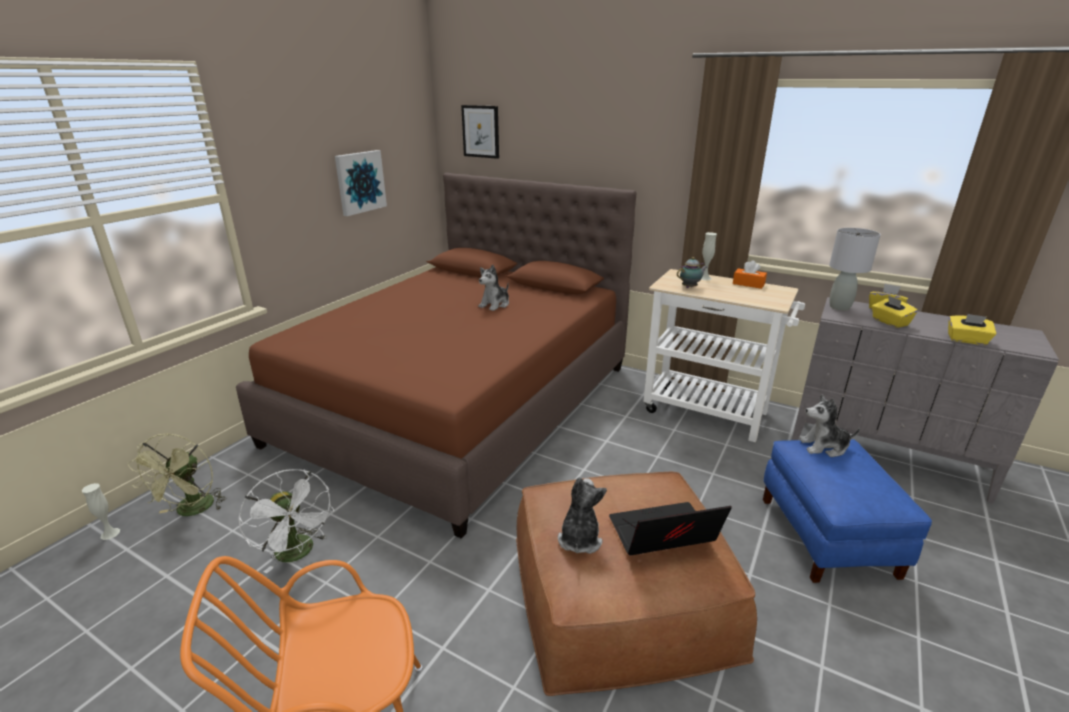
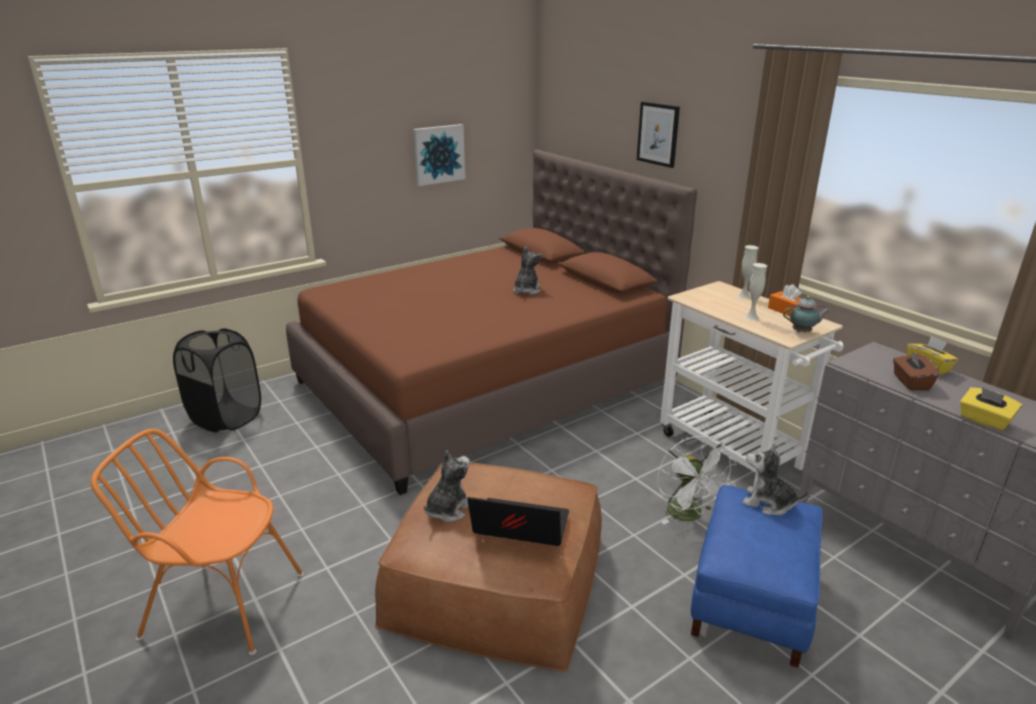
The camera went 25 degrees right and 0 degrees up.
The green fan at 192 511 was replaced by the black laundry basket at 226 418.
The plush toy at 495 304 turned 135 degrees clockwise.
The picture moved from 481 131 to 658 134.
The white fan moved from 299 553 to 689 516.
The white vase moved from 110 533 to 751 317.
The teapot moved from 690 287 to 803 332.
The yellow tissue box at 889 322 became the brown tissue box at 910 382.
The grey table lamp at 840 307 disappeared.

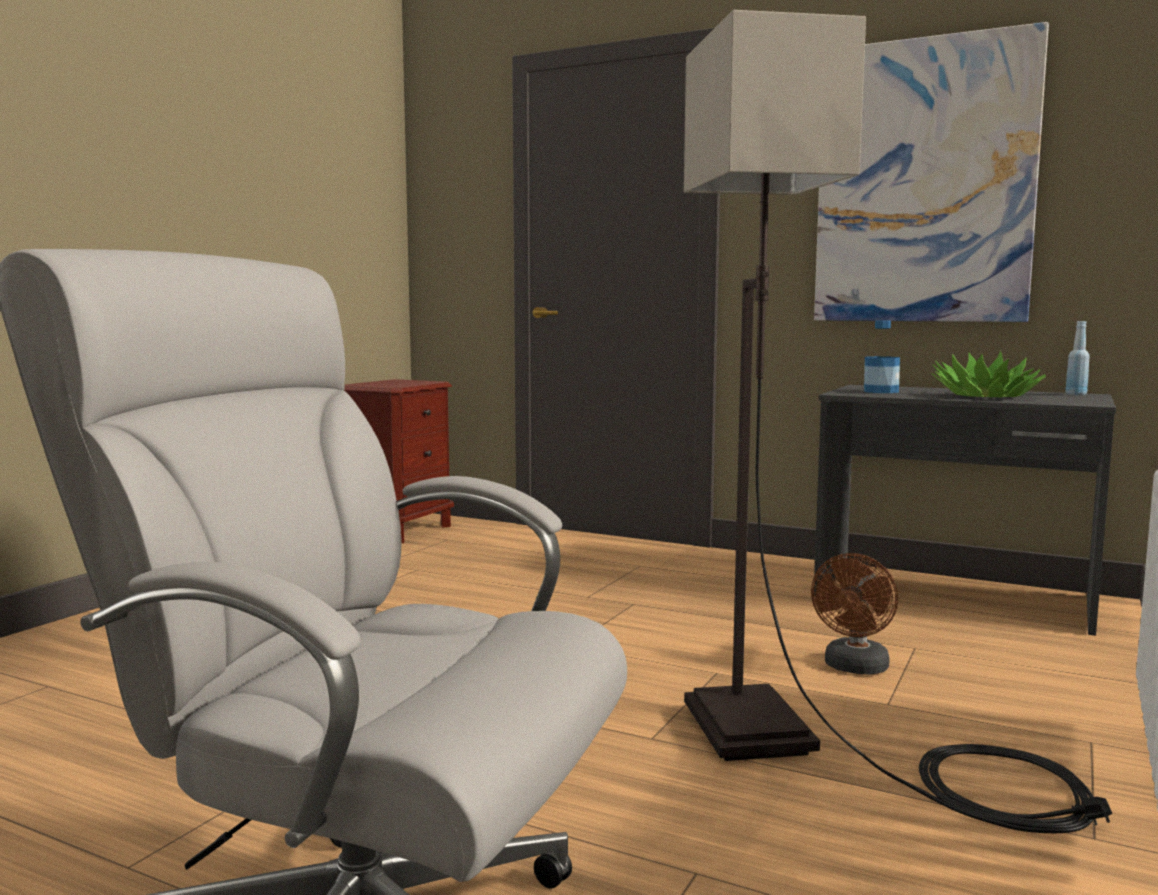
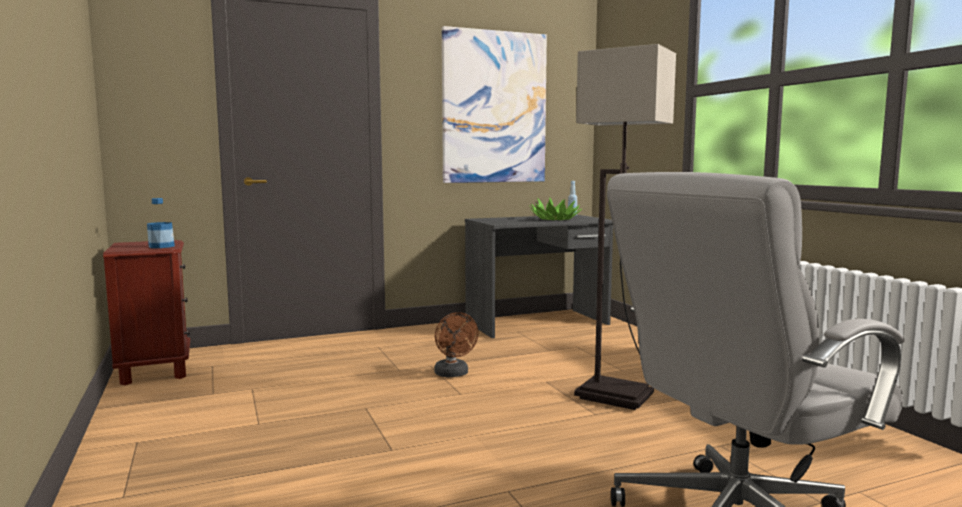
The camera went 50 degrees left and 0 degrees up.
The bottle moved from 881 391 to 161 246.
The brown fan moved from 854 668 to 453 374.

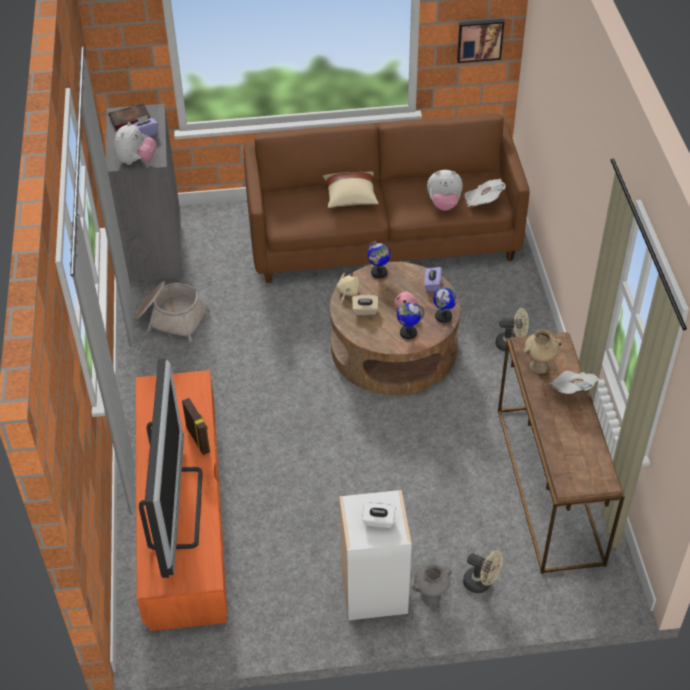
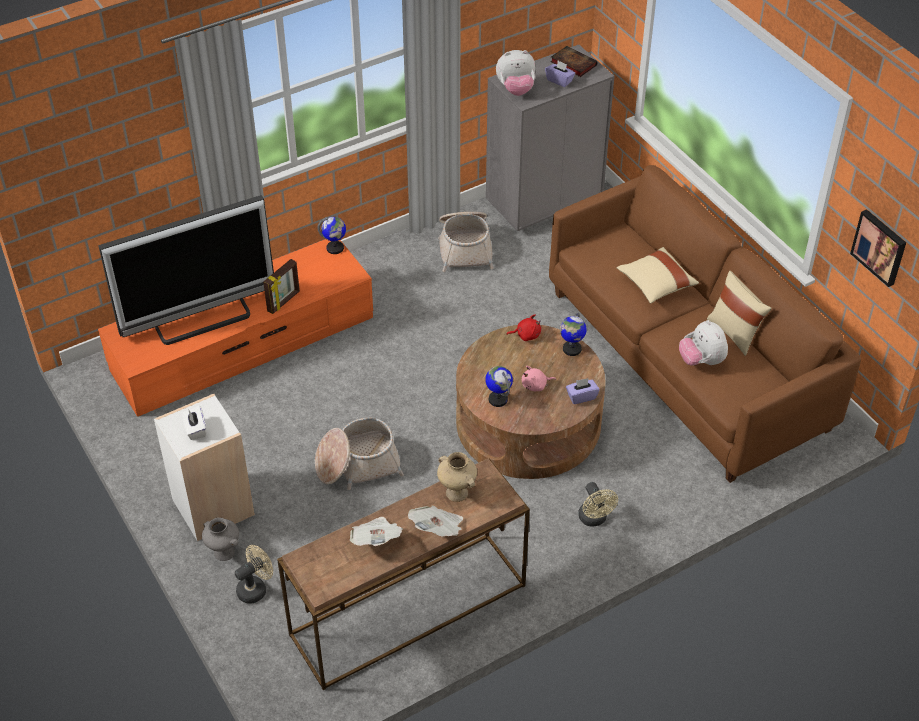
The camera went 65 degrees right and 0 degrees up.
The beige fan at 481 583 turned 135 degrees counterclockwise.
The basket at 357 464 appeared.
The globe moved from 443 316 to 335 248.
The newspaper moved from 482 201 to 376 540.
The beige plush toy at 347 292 became the red plush toy at 526 335.
The beige pillow at 734 333 appeared.
The beige tissue box at 365 311 disappeared.

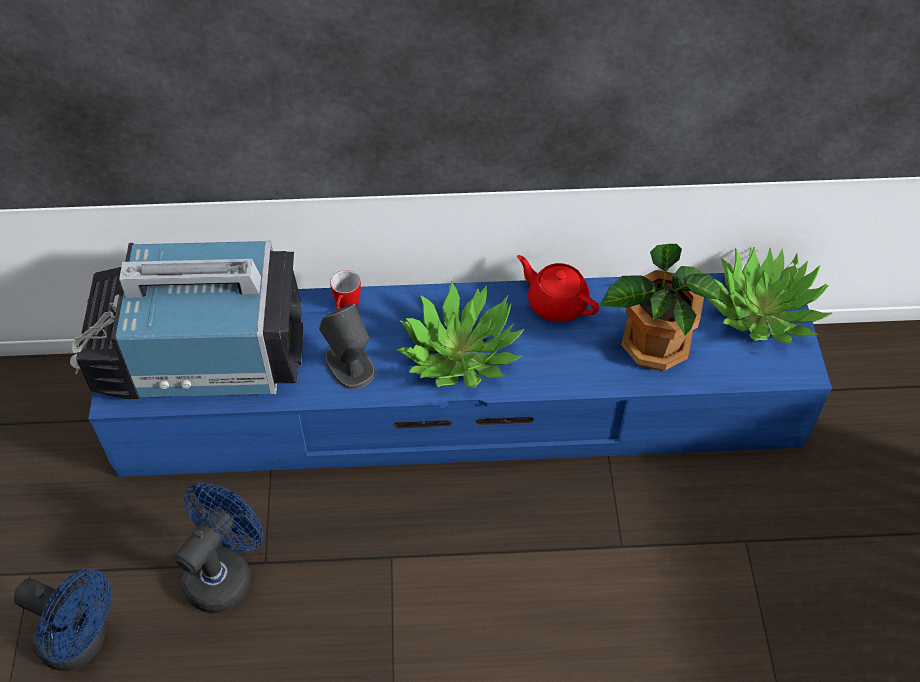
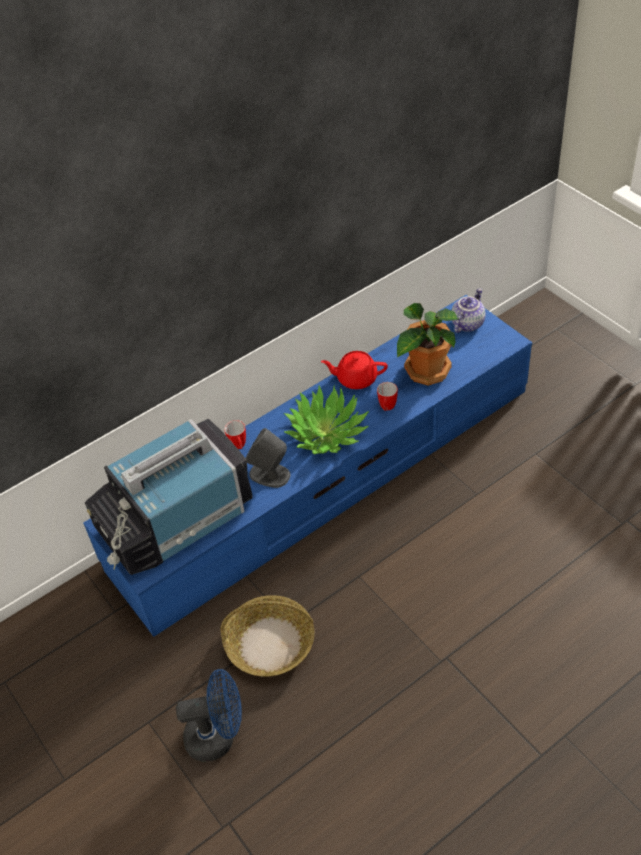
The camera went 30 degrees left and 5 degrees down.
The blue fan at 224 572 was replaced by the basket at 270 644.
The mug at 387 408 appeared.
The potted plant at 763 311 was replaced by the teapot at 467 323.

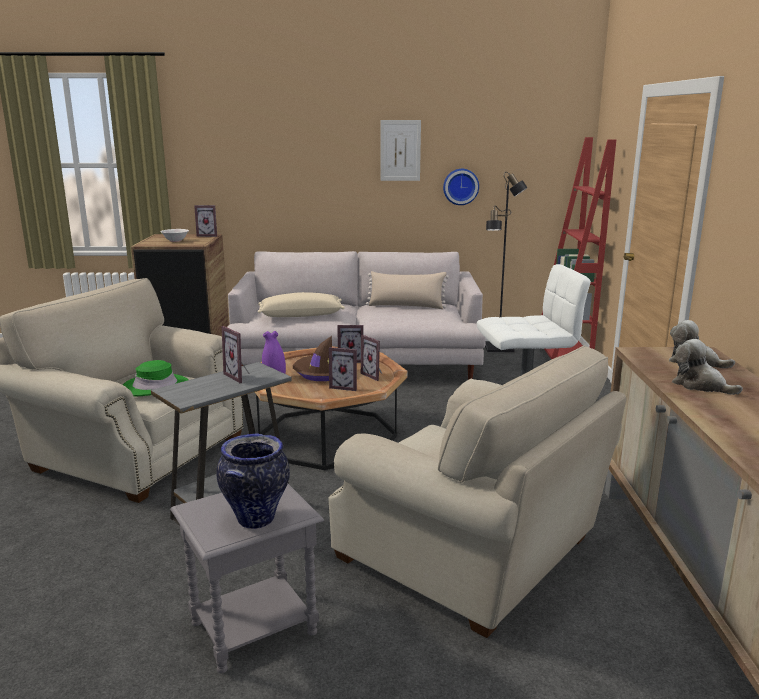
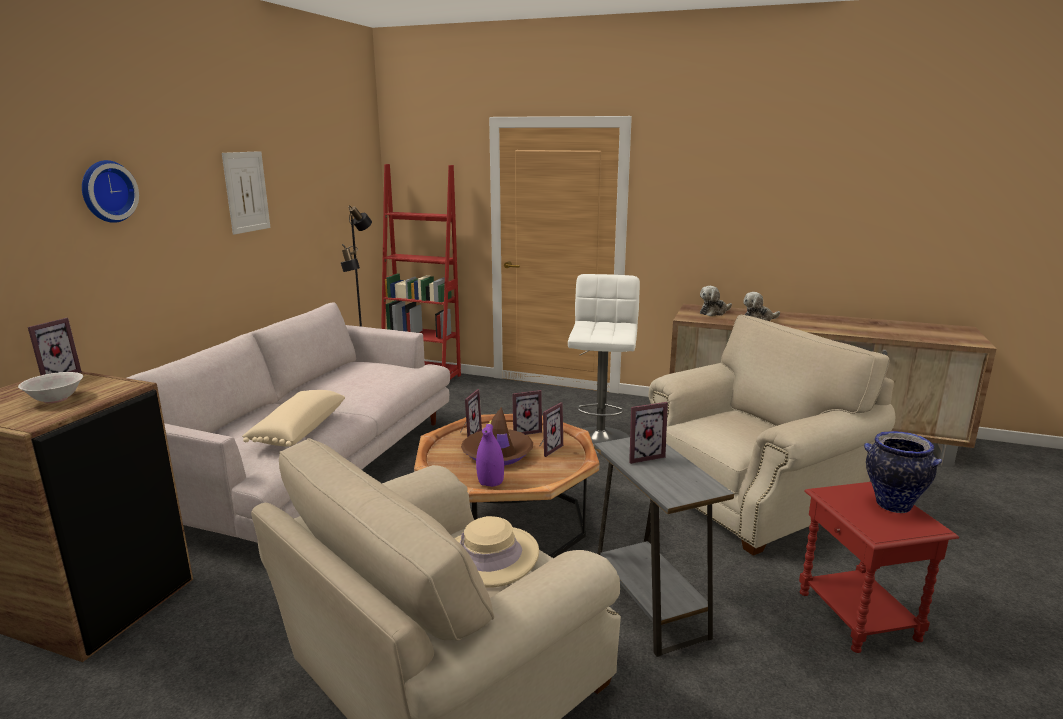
The camera went 70 degrees left and 0 degrees up.
The wall clock moved from 460 186 to 106 191.
The green hat at 156 387 became the beige hat at 490 557.
The grey side table at 254 628 became the red side table at 859 614.
The beige pillow at 406 306 disappeared.

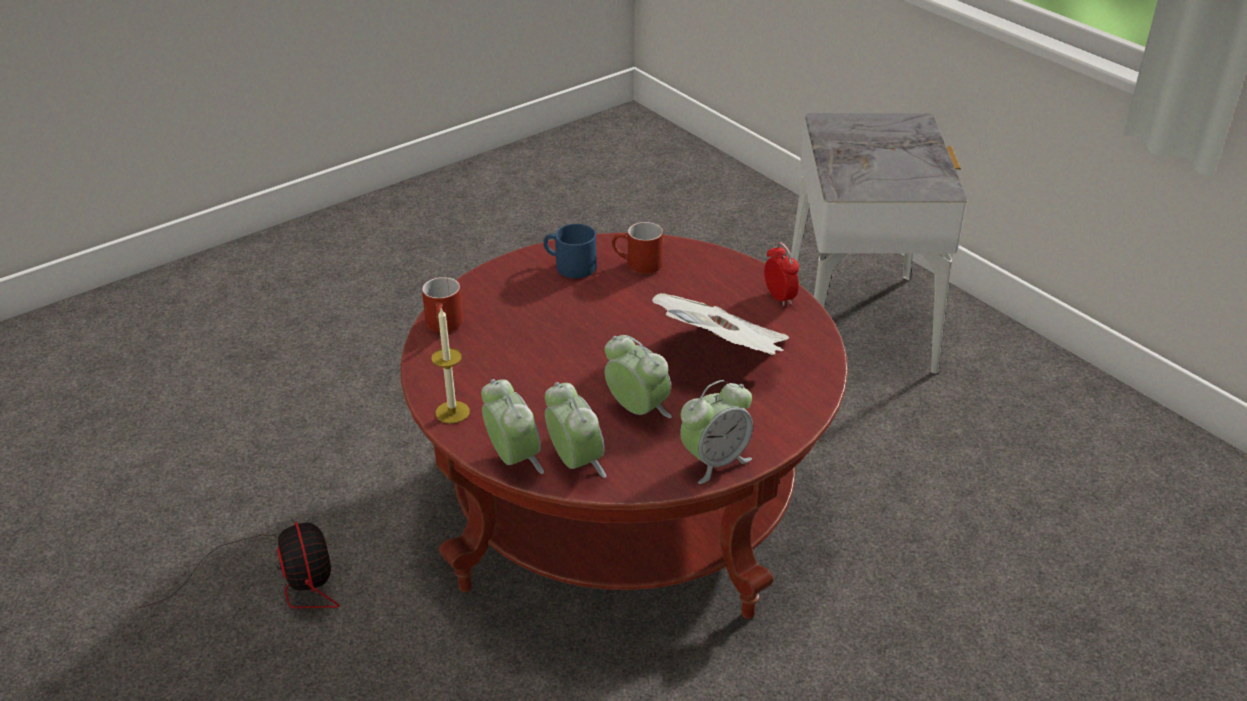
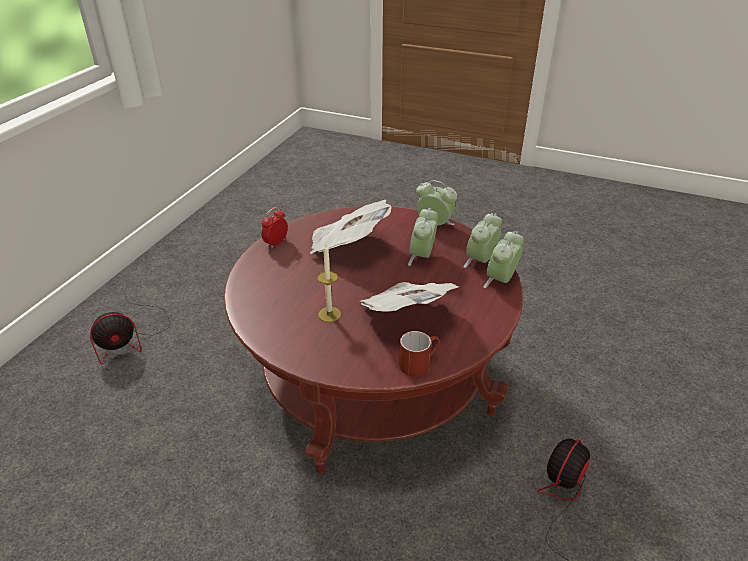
The camera went 120 degrees left and 0 degrees up.
The side table at 860 320 was replaced by the fan at 131 338.
The candle moved from 452 412 to 329 314.
The newspaper at 406 314 appeared.
The blue mug at 569 266 disappeared.
The red mug at 637 265 disappeared.

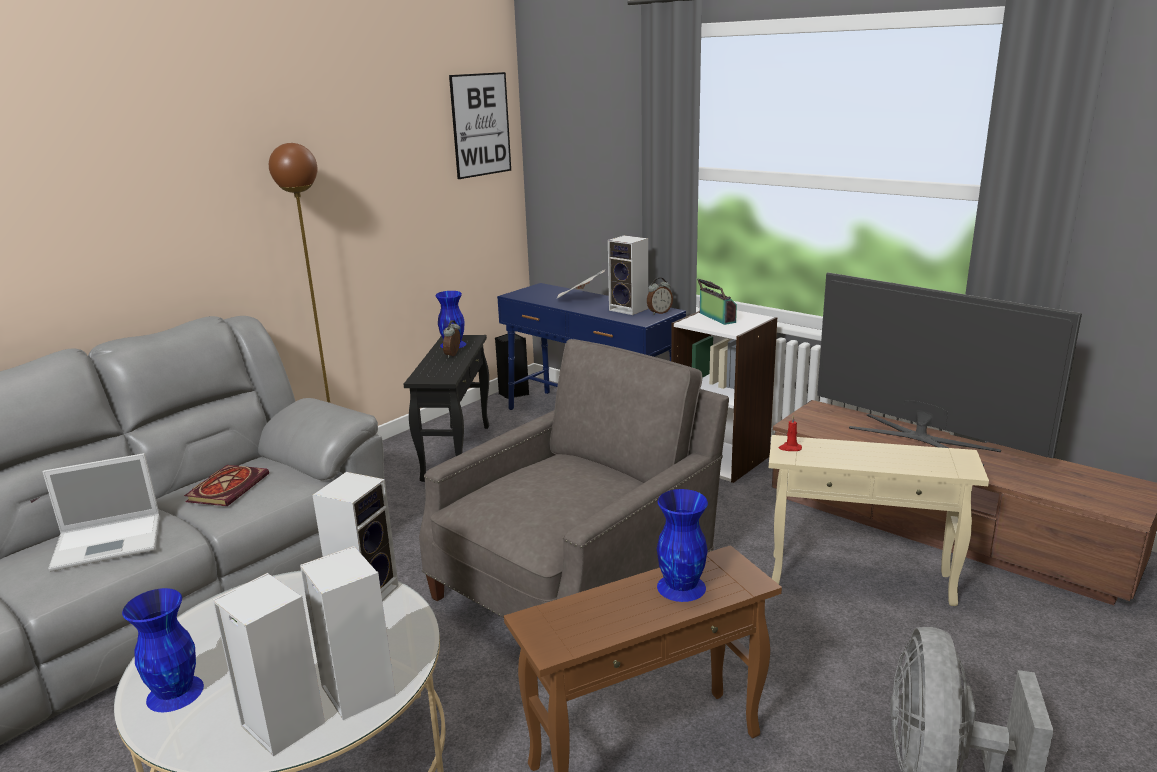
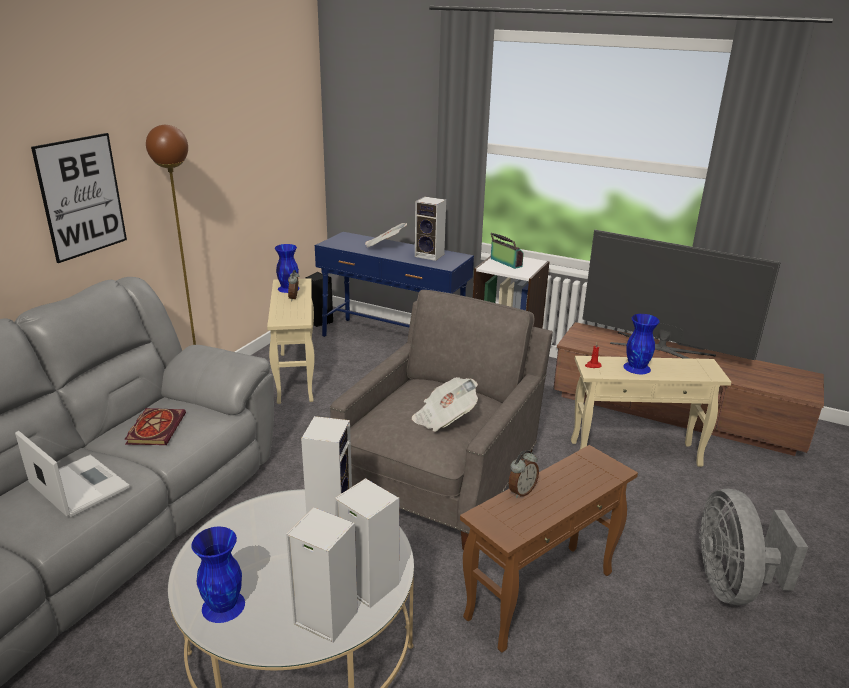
The camera went 15 degrees left and 5 degrees up.
The laptop at 110 541 turned 105 degrees counterclockwise.
The picture moved from 481 125 to 82 197.
The black side table at 456 452 became the beige side table at 296 376.
The newspaper at 444 418 appeared.
The alarm clock moved from 659 313 to 521 491.
The blue vase moved from 682 586 to 637 367.

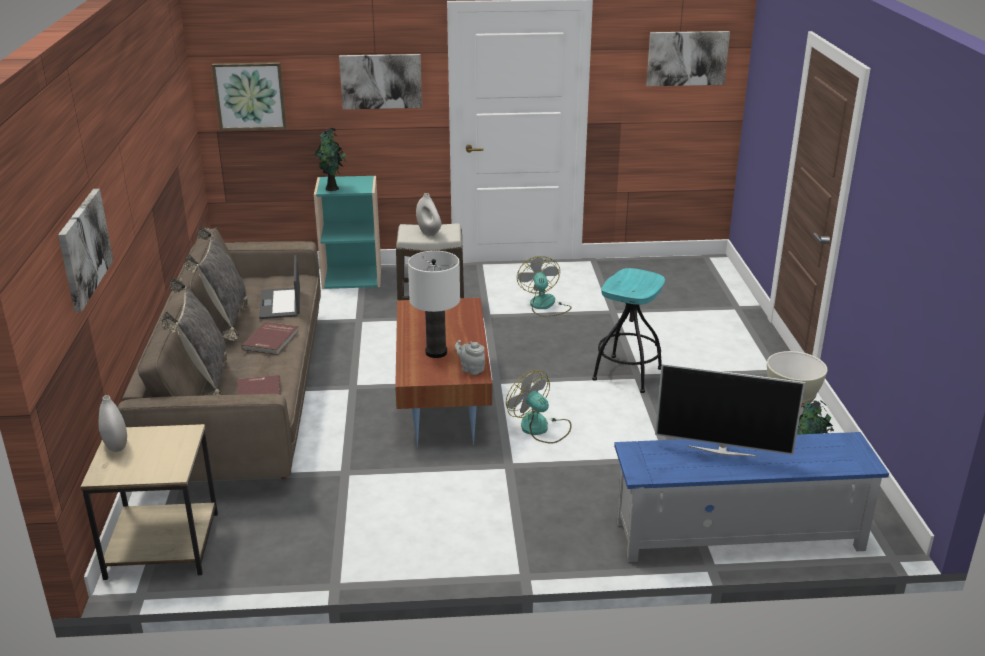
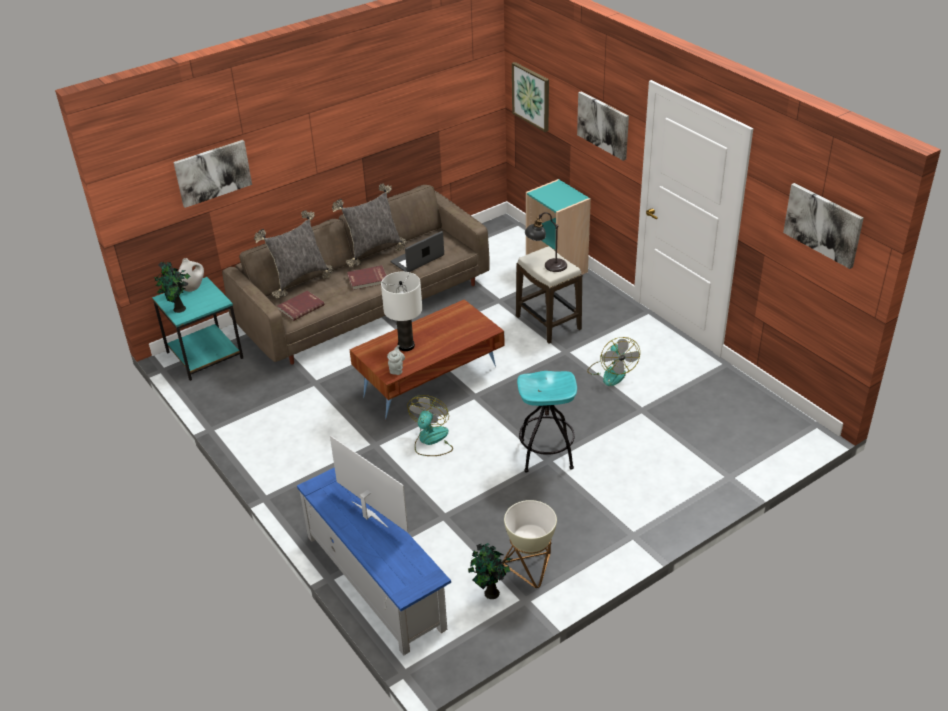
The camera went 60 degrees right and 10 degrees up.
The beige side table at 161 544 became the turquoise side table at 205 354.
The potted plant moved from 333 189 to 179 309.
The television at 722 450 turned 150 degrees clockwise.
The white vase at 429 233 was replaced by the grey table lamp at 546 264.
The fan at 544 306 turned 120 degrees clockwise.

